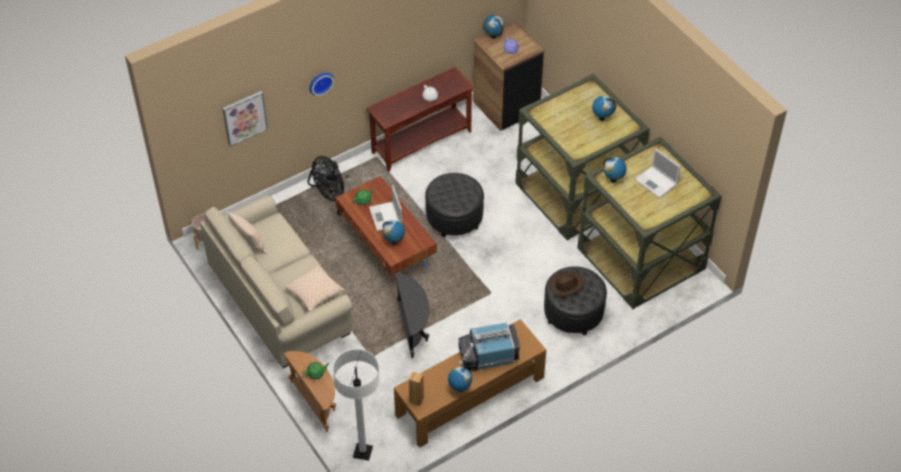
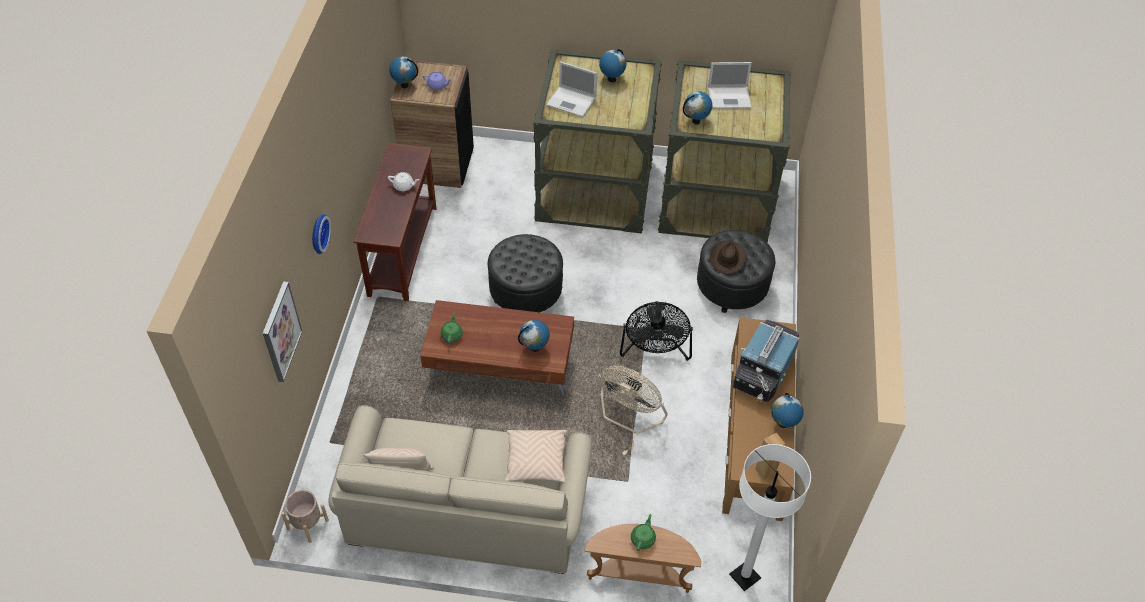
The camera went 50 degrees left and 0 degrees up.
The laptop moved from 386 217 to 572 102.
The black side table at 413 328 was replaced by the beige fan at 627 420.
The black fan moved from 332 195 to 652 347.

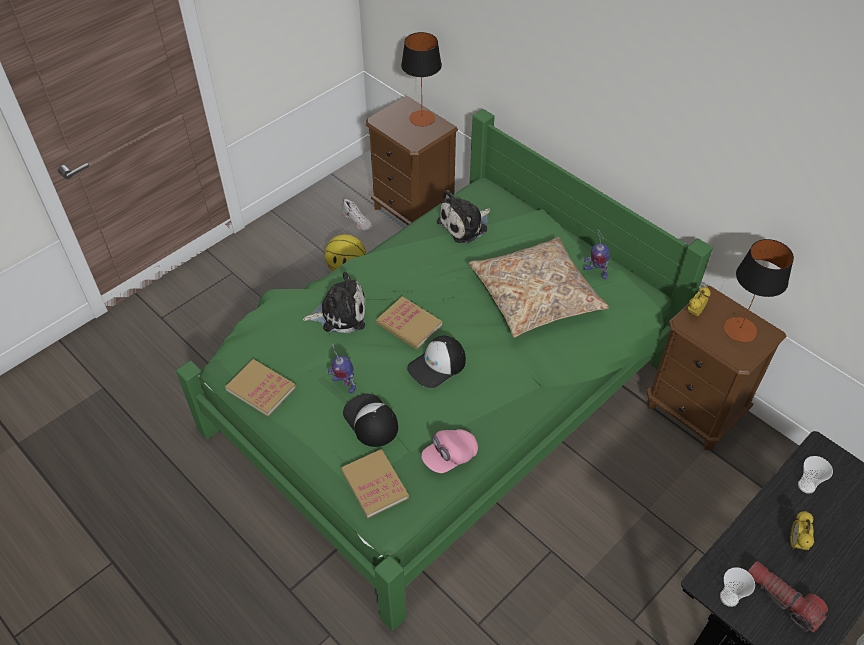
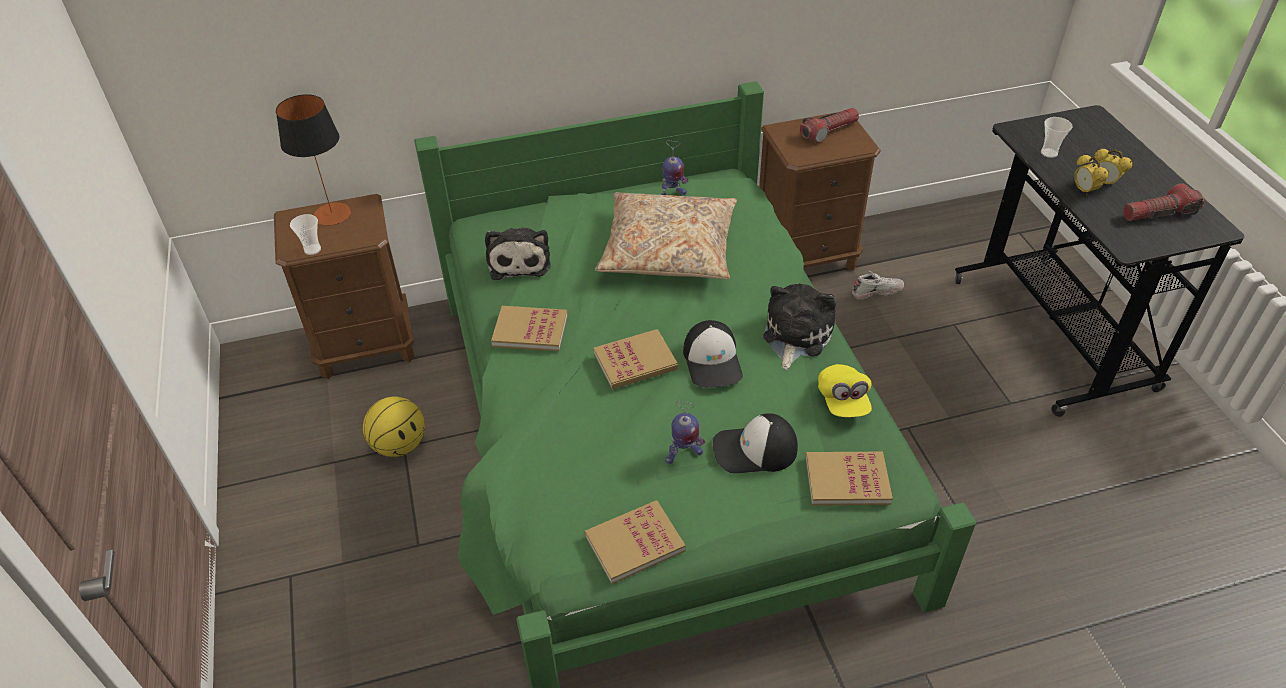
The camera went 60 degrees left and 5 degrees down.
The cup moved from 729 597 to 312 249.
The book at 530 330 appeared.
The plush toy moved from 340 313 to 795 335.
The table lamp at 740 329 was replaced by the flashlight at 829 131.
The pink cap at 449 457 became the yellow cap at 843 401.
The white shoe moved from 357 221 to 876 291.
The alarm clock moved from 694 313 to 1084 191.

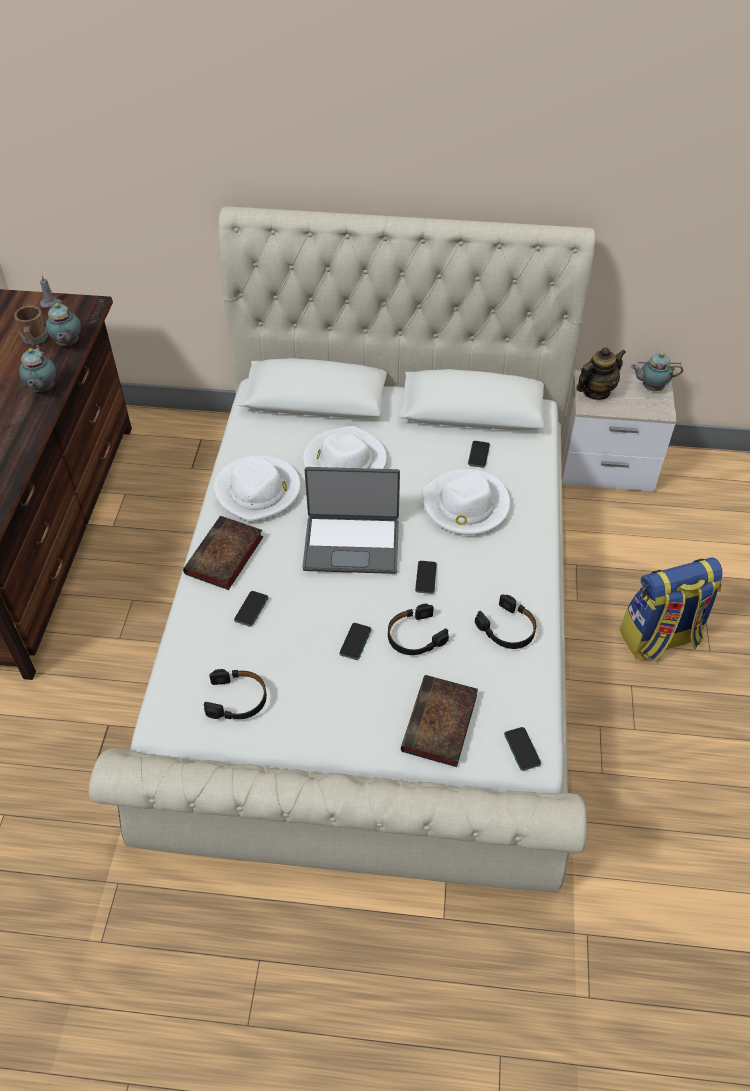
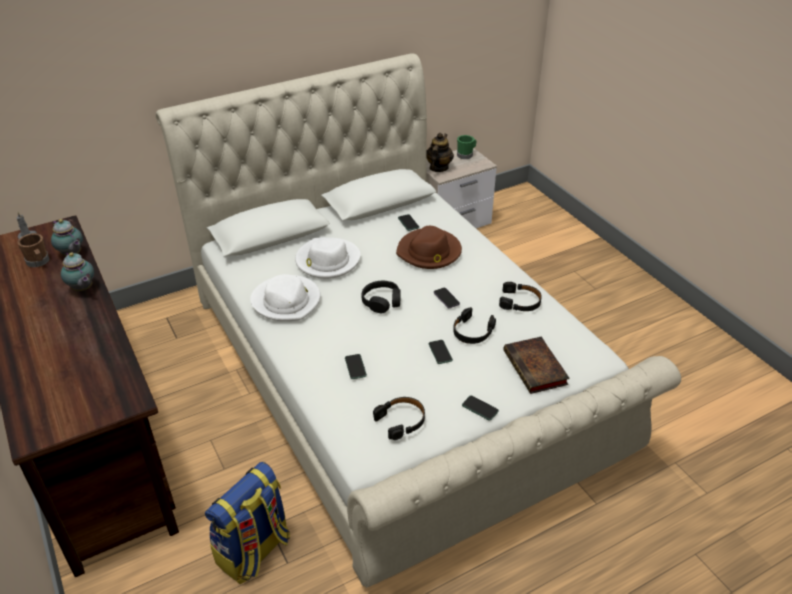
The camera went 35 degrees left and 10 degrees down.
The backpack moved from 659 639 to 254 551.
The laptop at 352 544 was replaced by the black headphones at 382 301.
The white hat at 465 506 became the brown hat at 429 252.
The teapot at 650 388 was replaced by the green mug at 466 155.
The phone moved from 522 749 to 480 408.
The book at 224 557 disappeared.

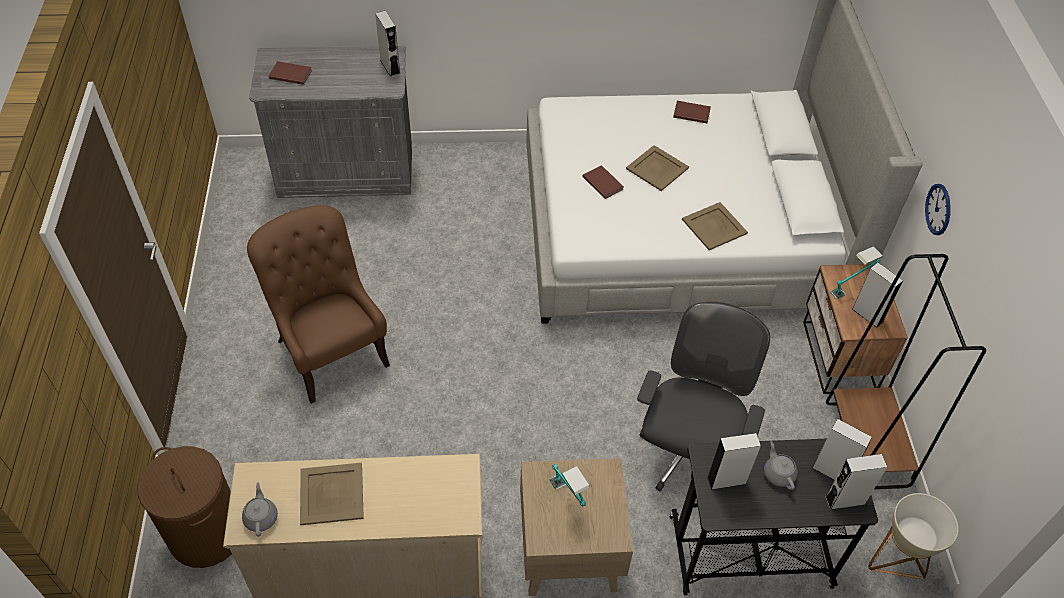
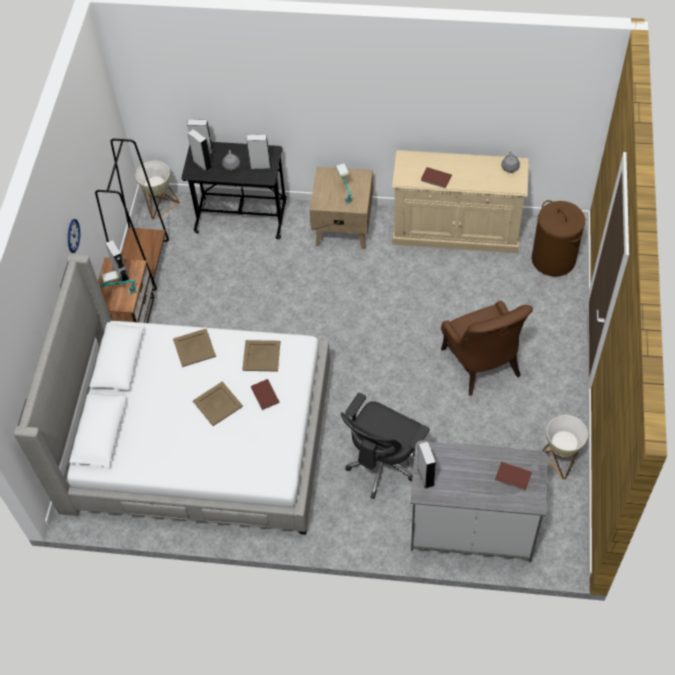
The camera went 165 degrees left and 5 degrees up.
The beige tray moved from 331 494 to 262 355.
The office chair moved from 688 452 to 383 463.
The brown book moved from 691 113 to 436 179.
The planter at 560 459 appeared.

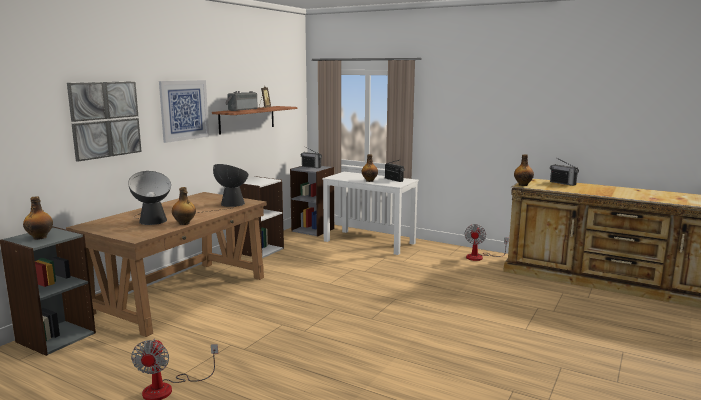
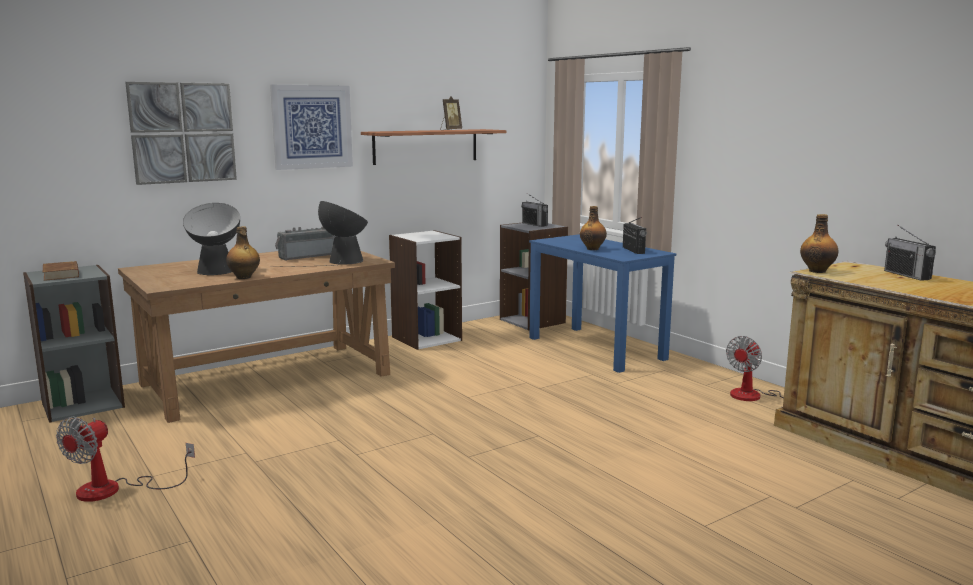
The camera went 25 degrees right and 0 degrees up.
The bottle at 40 237 was replaced by the brown book at 61 274.
The radio moved from 241 109 to 306 256.
The white desk at 369 242 became the blue desk at 596 348.

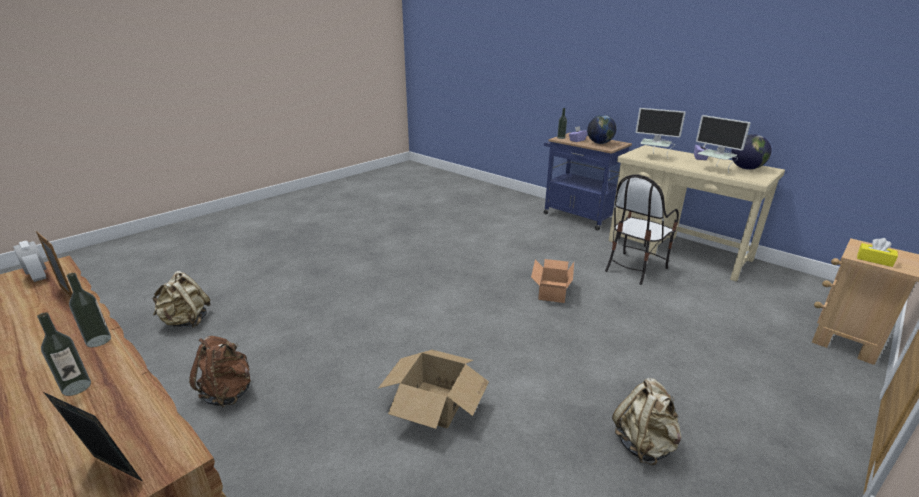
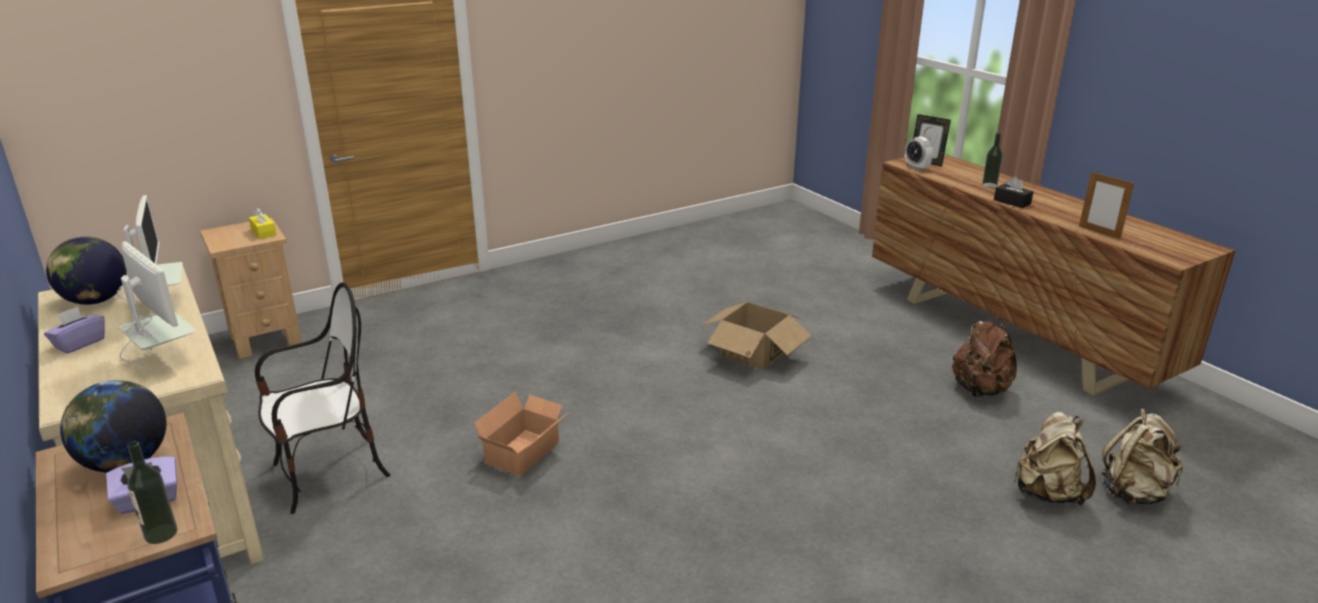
The camera went 165 degrees left and 0 degrees up.
The alarm clock moved from 38 276 to 917 167.
The bottle at 99 341 was replaced by the black tissue box at 1012 202.
The beige backpack moved from 644 443 to 1047 493.

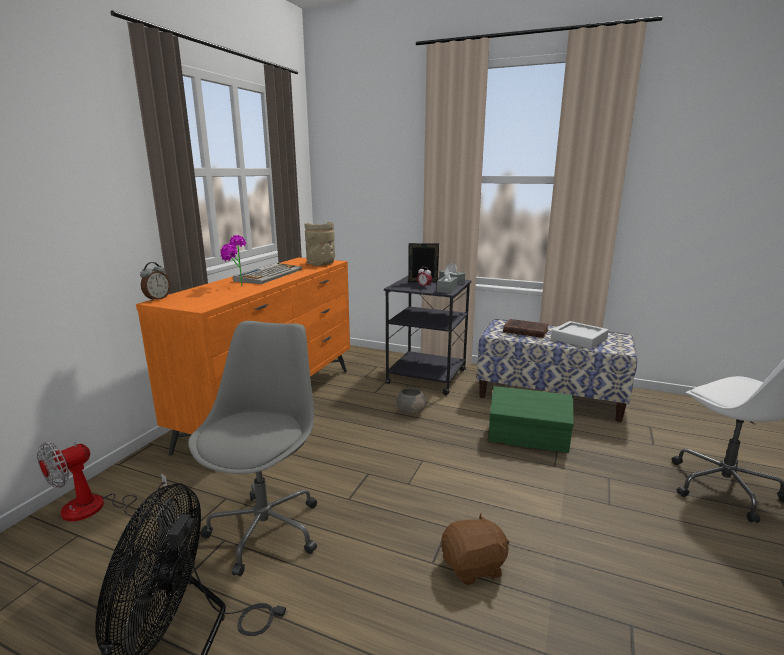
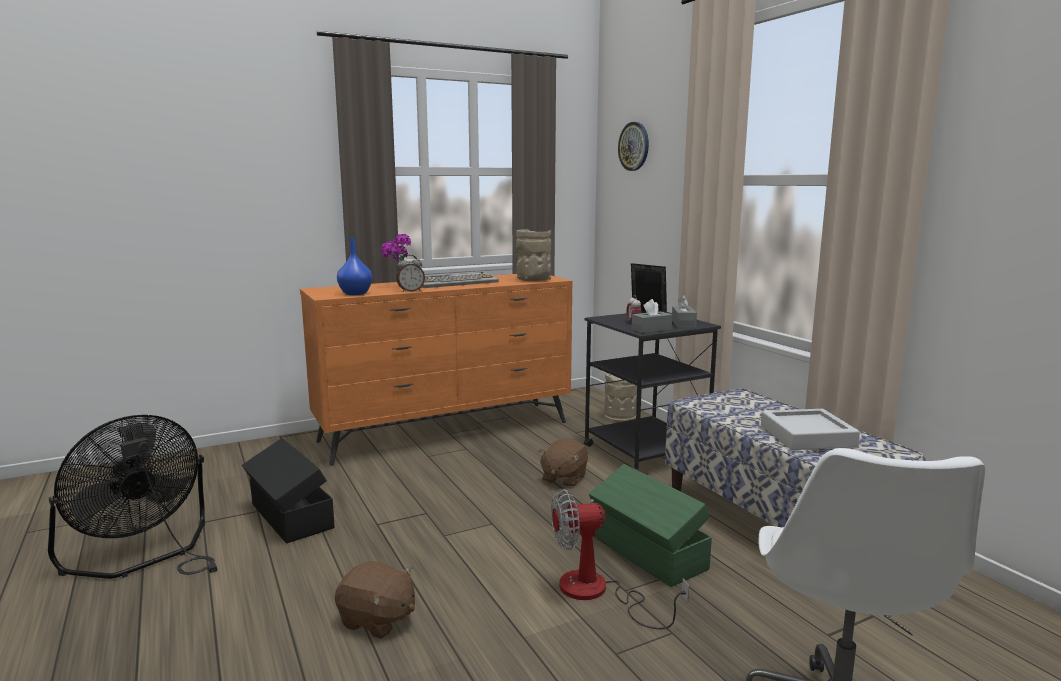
The camera went 40 degrees right and 5 degrees down.
The grey office chair at 266 529 was replaced by the black storage box at 290 517.
The blue vase at 355 294 appeared.
The alarm clock moved from 157 299 to 410 291.
The grey bowl at 411 411 was replaced by the brown plush toy at 563 478.
The fan moved from 97 508 to 598 593.
The beige vase at 620 418 appeared.
The wall clock at 634 146 appeared.
The brown book at 524 331 disappeared.

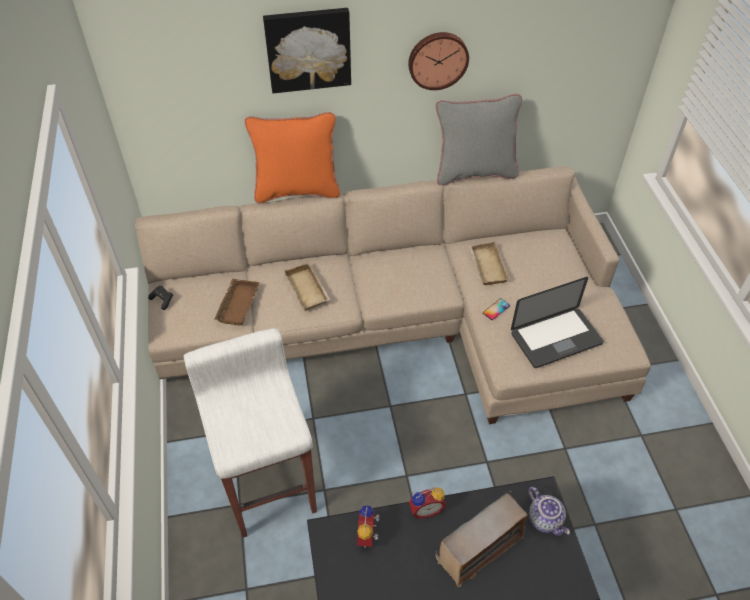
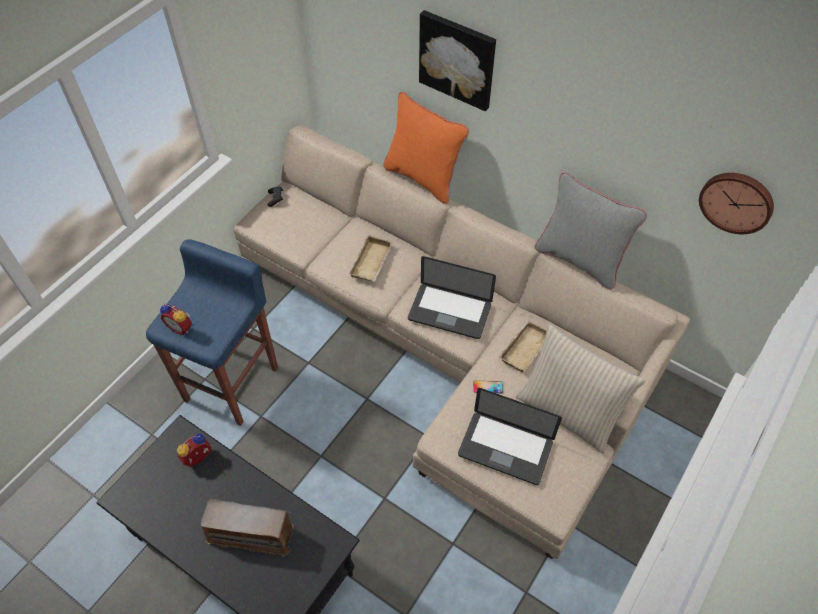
The camera went 45 degrees right and 5 degrees up.
The white stool at 269 486 became the blue stool at 233 383.
The alarm clock moved from 425 509 to 181 327.
The laptop at 449 312 appeared.
The beige pillow at 568 412 appeared.
The wall clock moved from 437 59 to 737 201.
The brown tray at 237 304 disappeared.
The teapot at 545 519 disappeared.

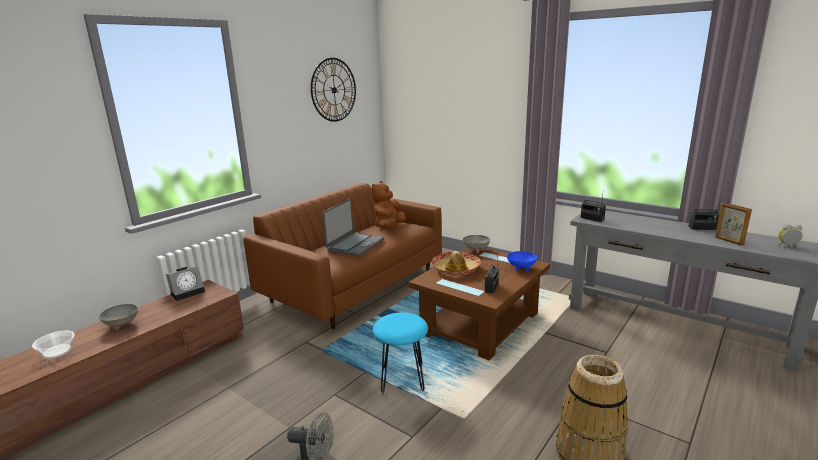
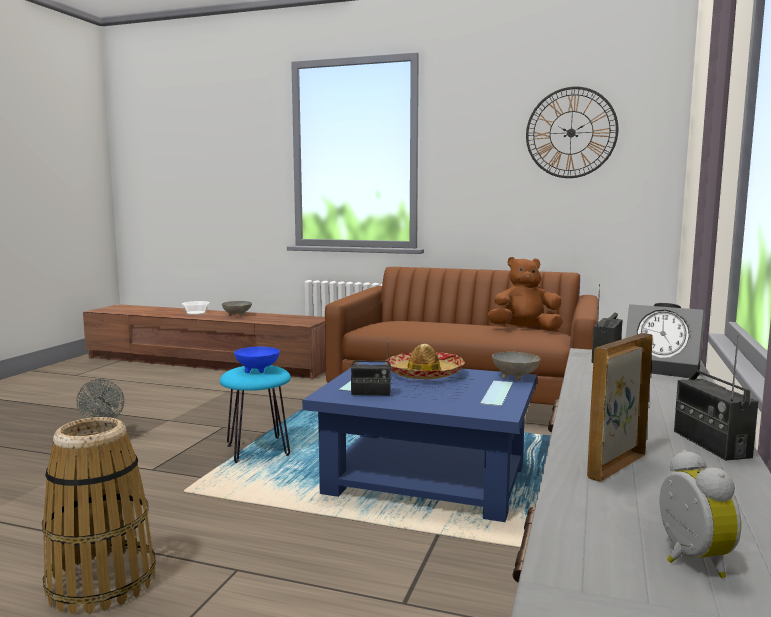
The camera went 70 degrees right and 10 degrees down.
The blue bowl moved from 521 268 to 258 370.
The brown coffee table at 480 323 became the blue coffee table at 427 480.
The alarm clock moved from 188 292 to 664 368.
The laptop at 355 245 disappeared.

